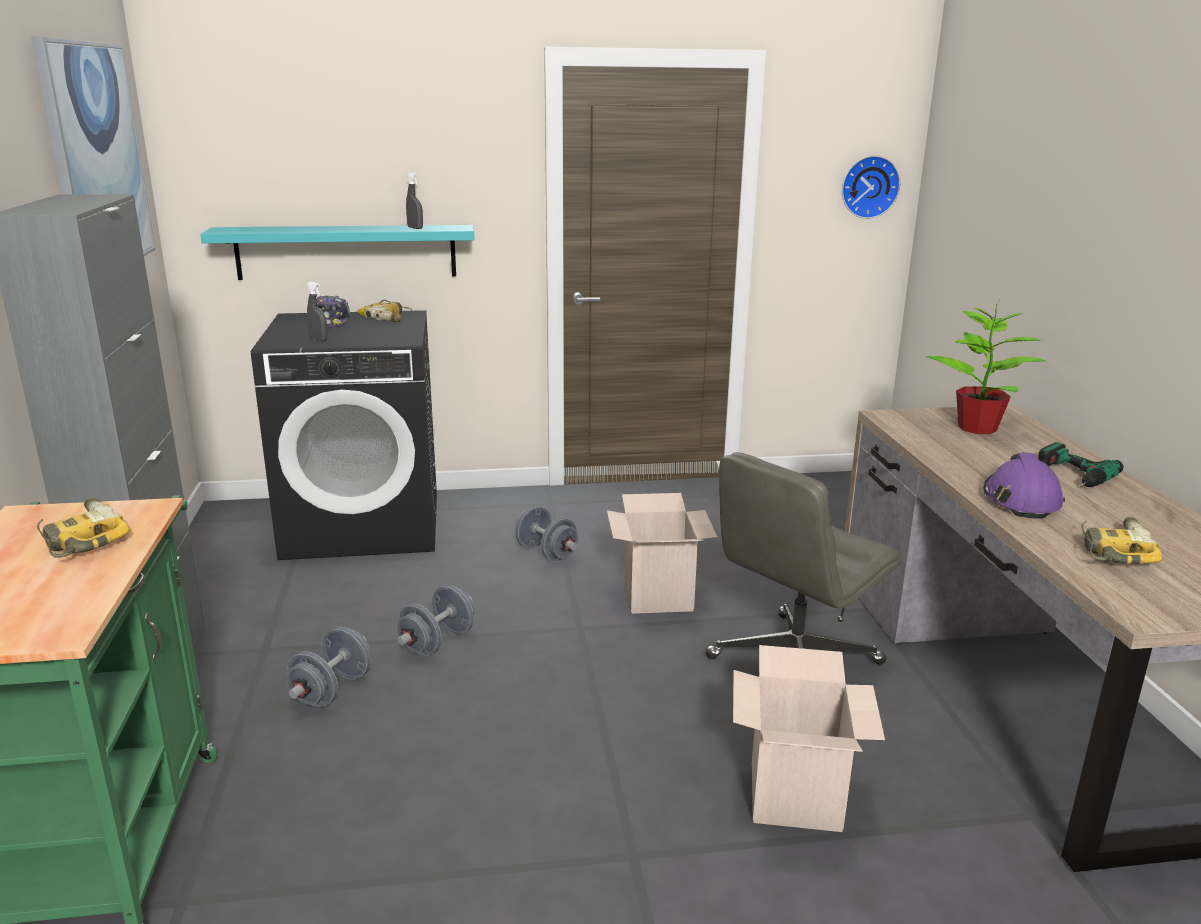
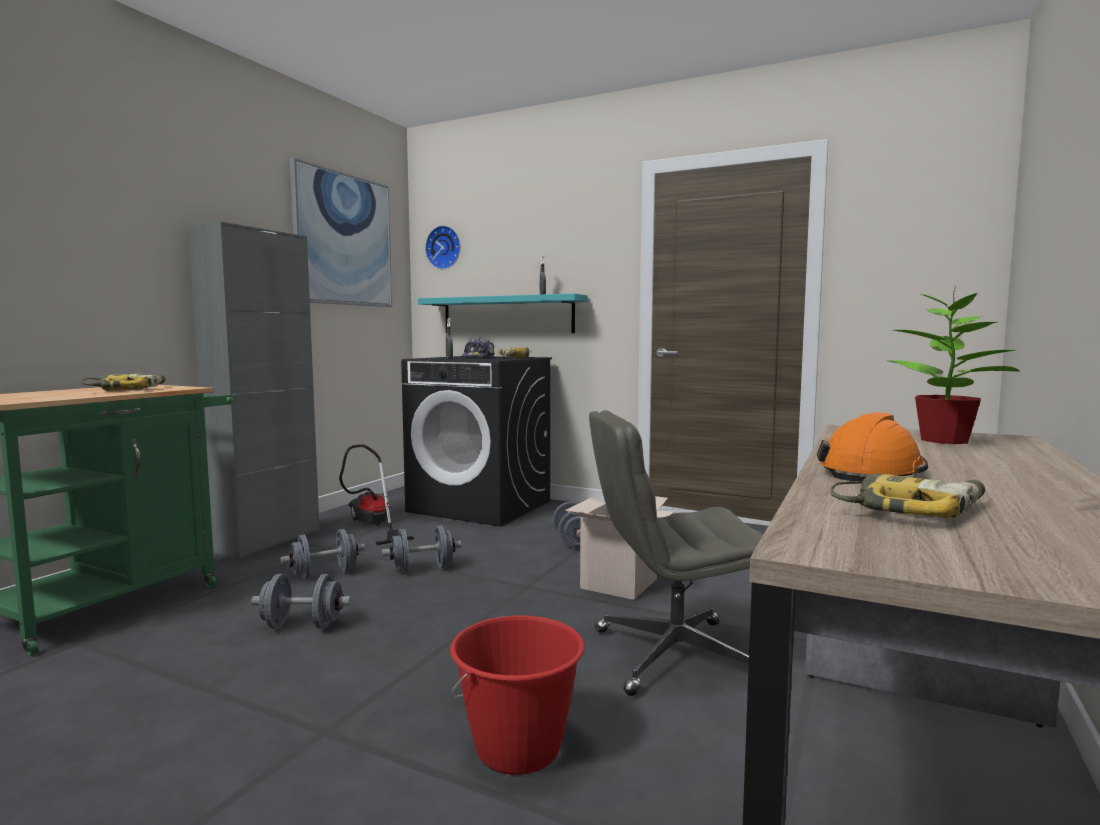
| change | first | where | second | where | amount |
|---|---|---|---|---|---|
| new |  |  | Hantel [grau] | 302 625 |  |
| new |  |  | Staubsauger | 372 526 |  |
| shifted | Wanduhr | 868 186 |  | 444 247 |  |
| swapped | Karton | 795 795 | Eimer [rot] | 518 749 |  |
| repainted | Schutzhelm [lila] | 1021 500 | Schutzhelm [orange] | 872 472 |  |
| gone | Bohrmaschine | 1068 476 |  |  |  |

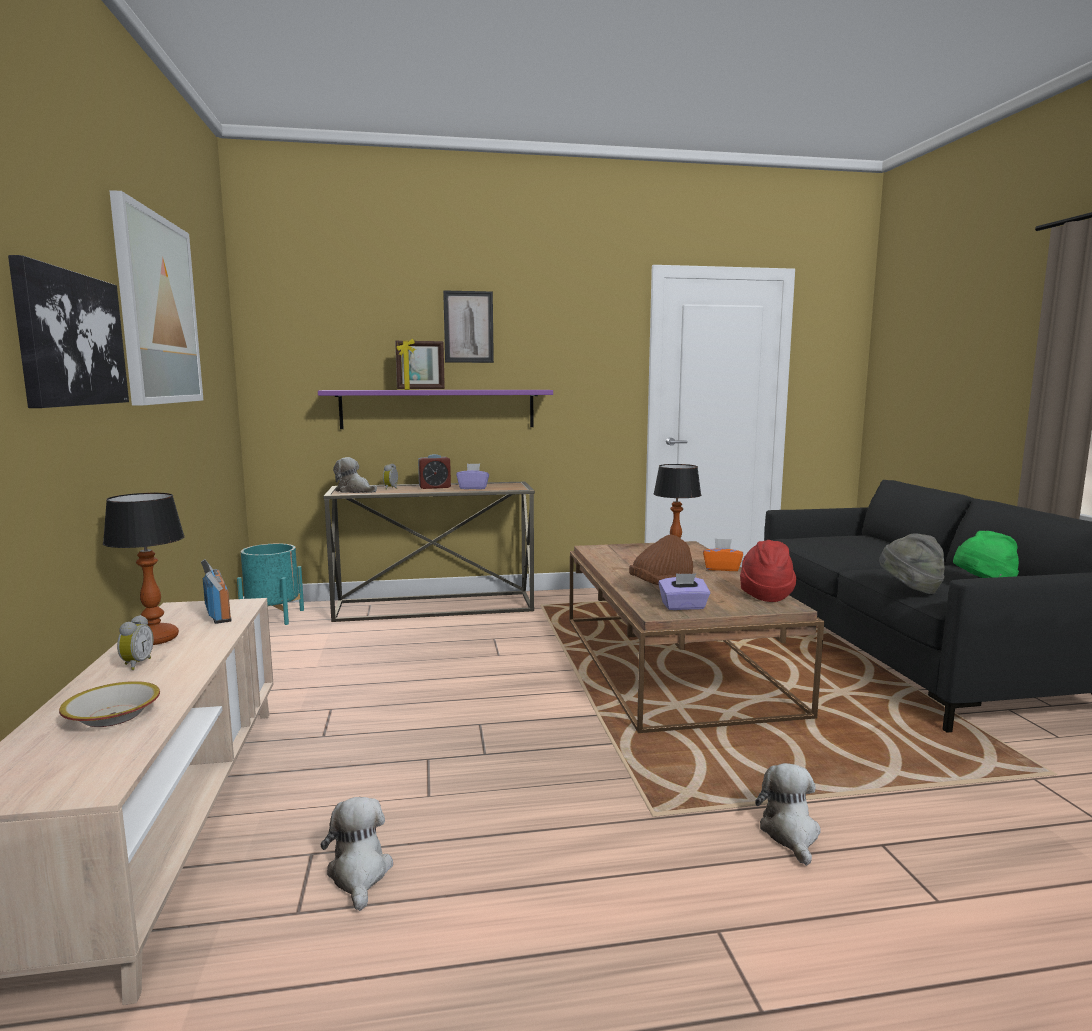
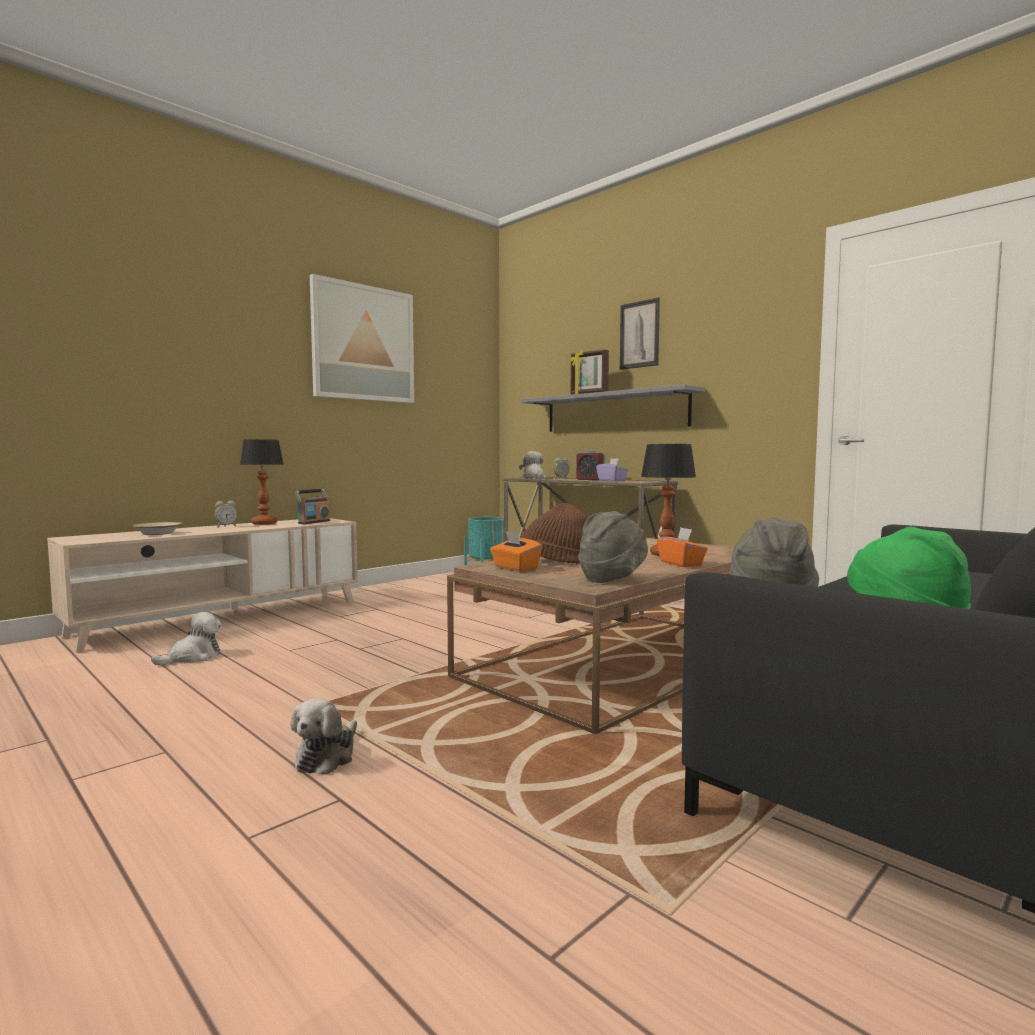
| change | first | where | second | where | amount |
|---|---|---|---|---|---|
| rotated | Plüschtier | 790 833 |  | 327 756 | 135 degrees clockwise |
| repainted | Taschentuchbox [lila] | 683 607 | Taschentuchbox [orange] | 515 568 |  |
| repainted | Wandregal [lila] | 438 409 | Wandregal [grau] | 614 412 |  |
| repainted | Hut [rot] | 765 595 | Hut [grau] | 612 579 |  |
| gone | Bild | 70 339 |  |  |  |

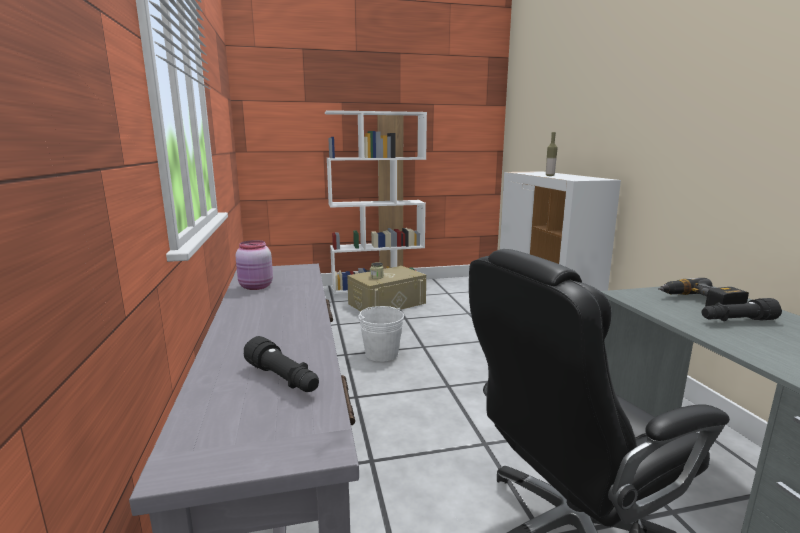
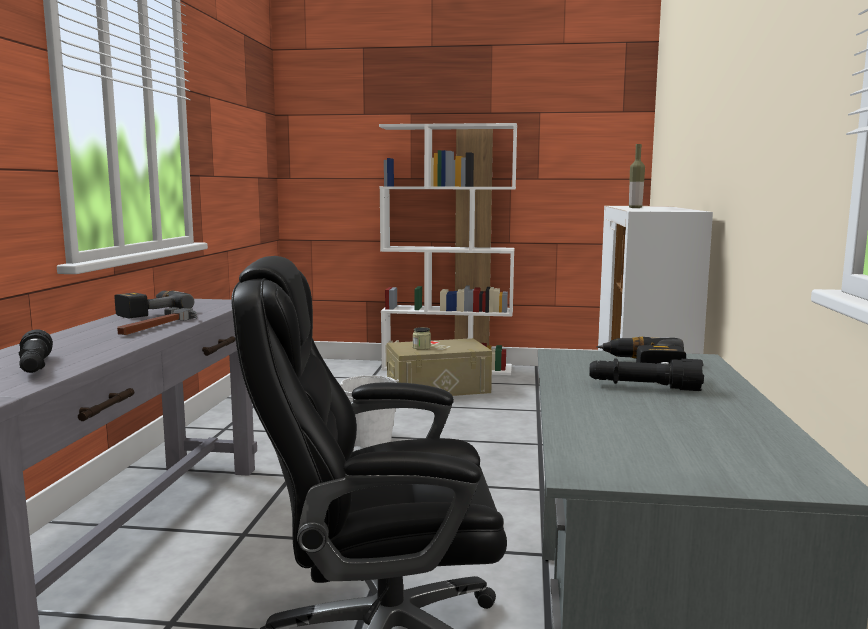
| change | first | where | second | where | amount |
|---|---|---|---|---|---|
| swapped | Vorratsglas [rosa] | 256 287 | Bohrmaschine | 150 312 |  |
| new |  |  | Hammer | 157 326 |  |

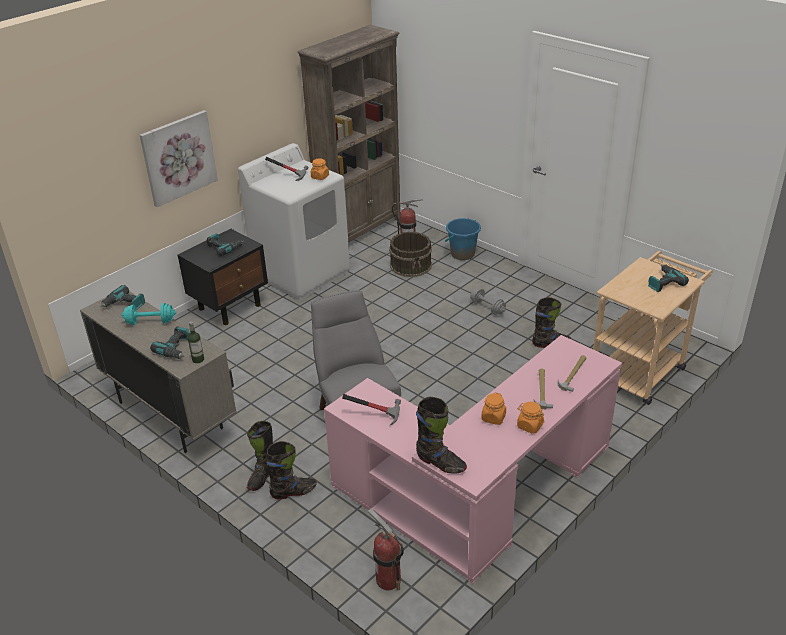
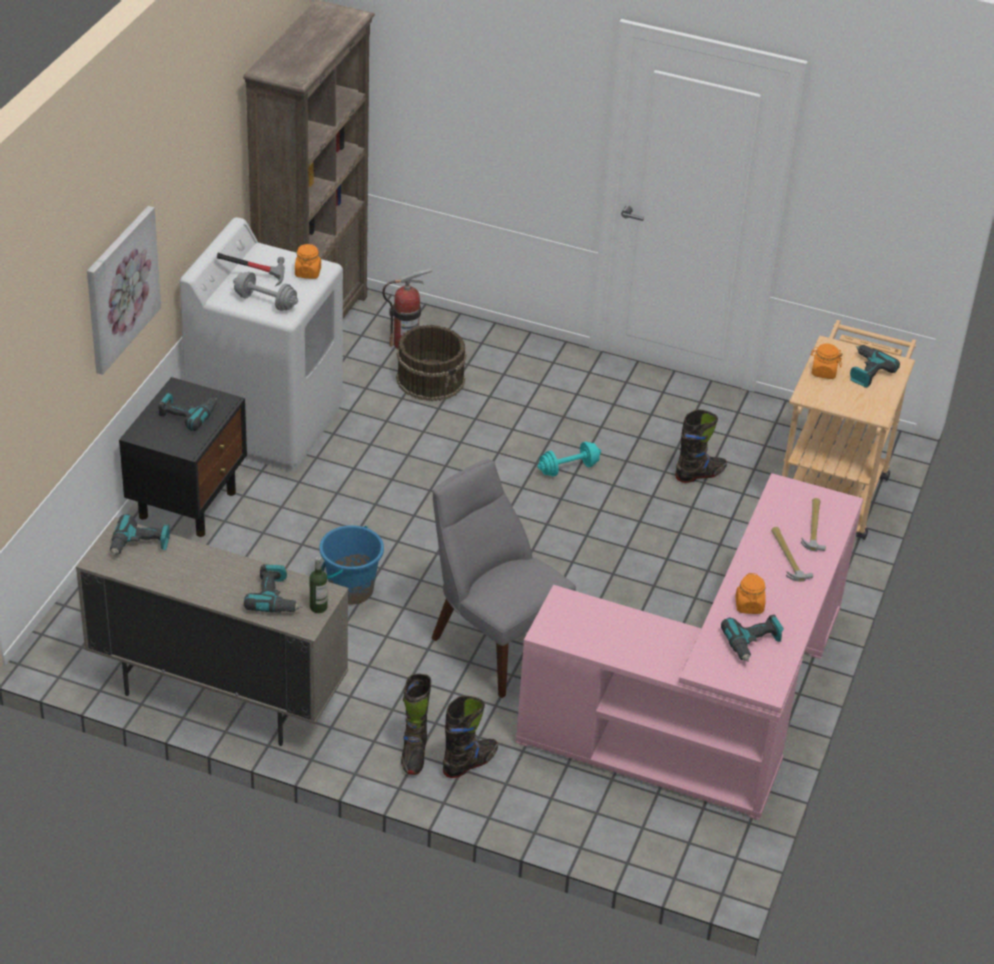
| change | first | where | second | where | amount |
|---|---|---|---|---|---|
| shifted | Hantel [grau] | 487 308 |  | 265 302 |  |
| shifted | Eimer [blau] | 462 254 |  | 351 590 |  |
| shifted | Hantel [türkis] | 150 322 |  | 568 468 |  |
| new |  |  | Bohrmaschine | 753 644 |  |
| shifted | Vorratsglas [orange] | 529 426 |  | 823 372 |  |
| gone | Hammer | 376 413 |  |  |  |
| gone | Feuerlöscher | 388 580 |  |  |  |
| gone | Stiefel [schwarz] | 440 463 |  |  |  |

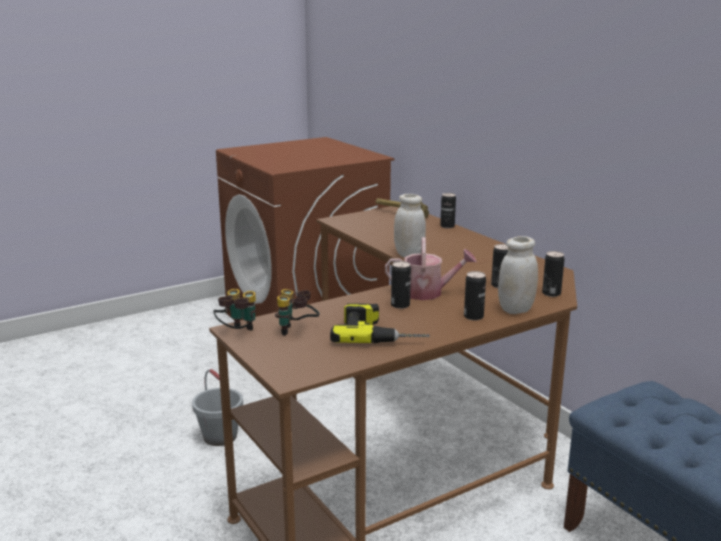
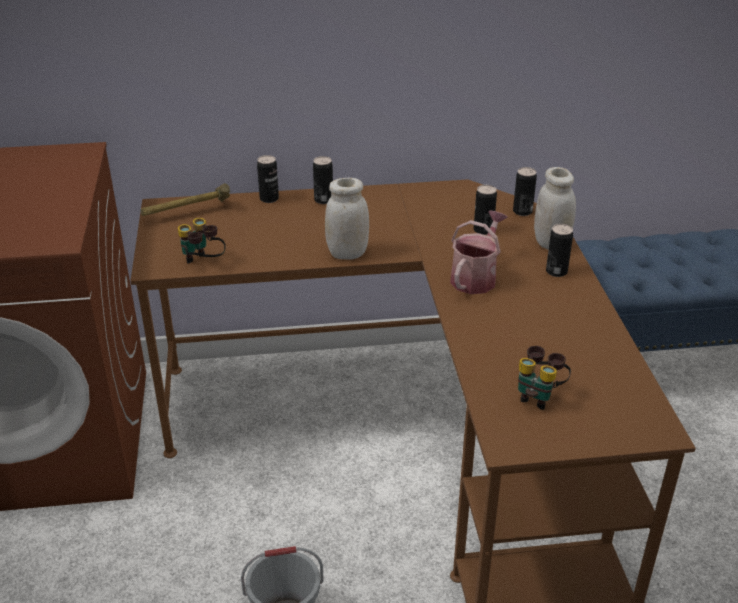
| change | first | where | second | where | amount |
|---|---|---|---|---|---|
| shifted | Fernglas | 238 333 |  | 203 263 |  |
| shifted | Dose | 400 305 |  | 323 200 |  |
| gone | Bohrmaschine | 380 332 |  |  |  |

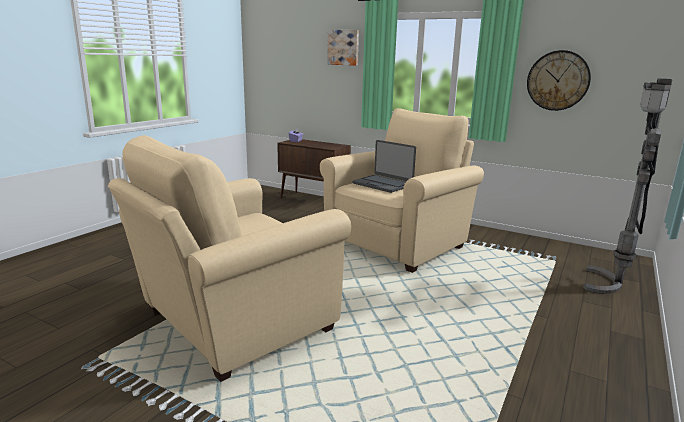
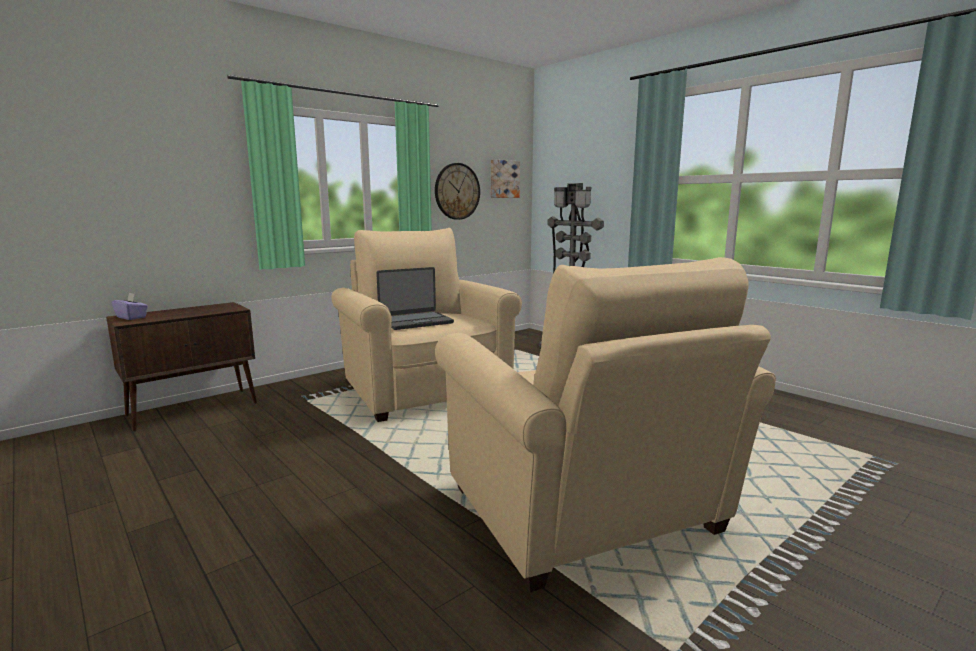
| change | first | where | second | where | amount |
|---|---|---|---|---|---|
| shifted | Bild | 343 47 |  | 503 179 |  |

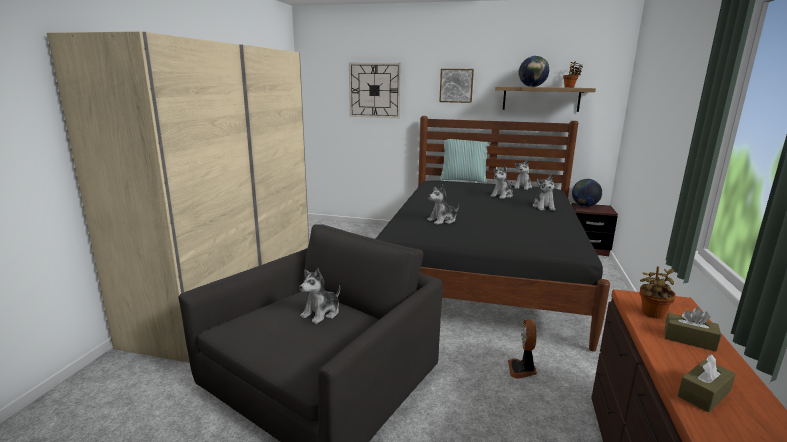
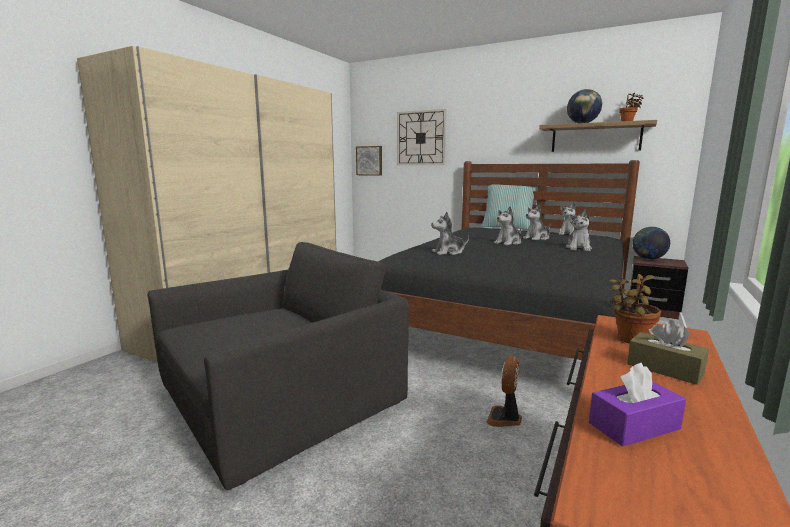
| change | first | where | second | where | amount |
|---|---|---|---|---|---|
| shifted | Bild | 456 85 |  | 369 160 |  |
| shifted | Plüschtier | 321 313 |  | 508 243 |  |
| repainted | Taschentuchbox [braun] | 703 394 | Taschentuchbox [lila] | 634 426 |  |

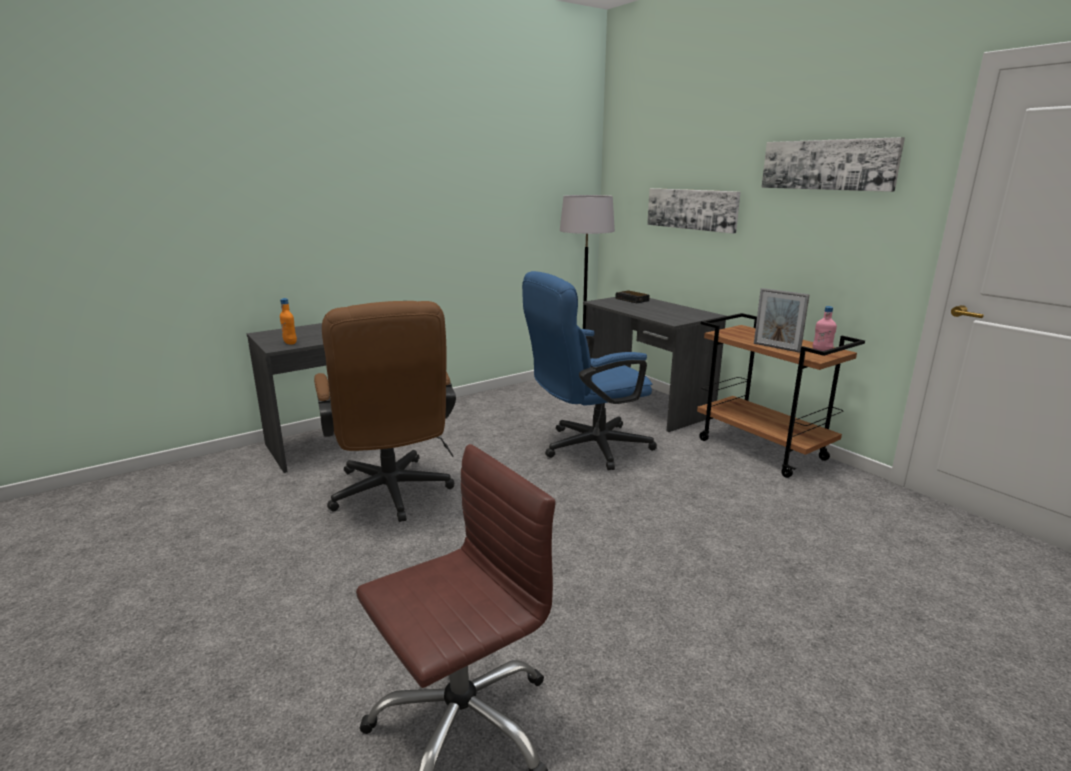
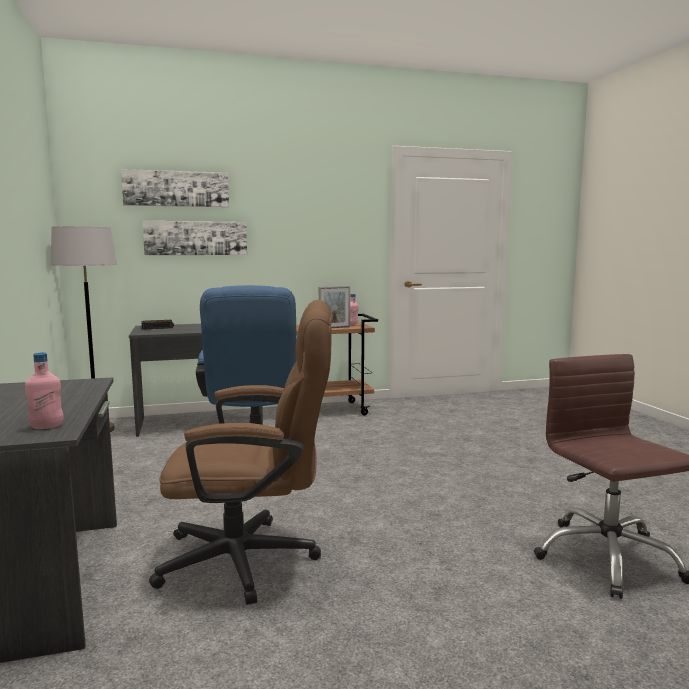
| change | first | where | second | where | amount |
|---|---|---|---|---|---|
| repainted | Flasche [orange] | 290 343 | Flasche [rosa] | 46 427 |  |
| shifted | Bild | 828 165 |  | 176 189 |  |

